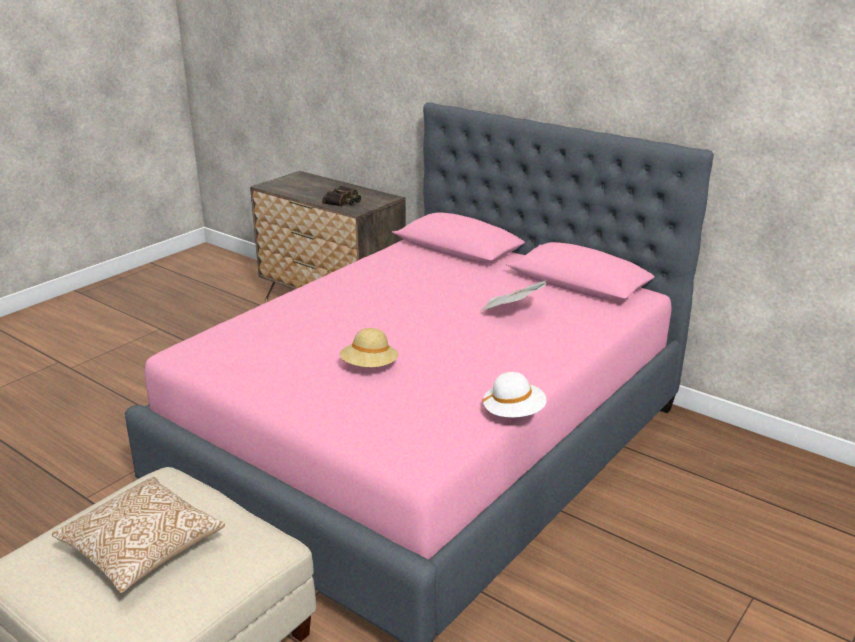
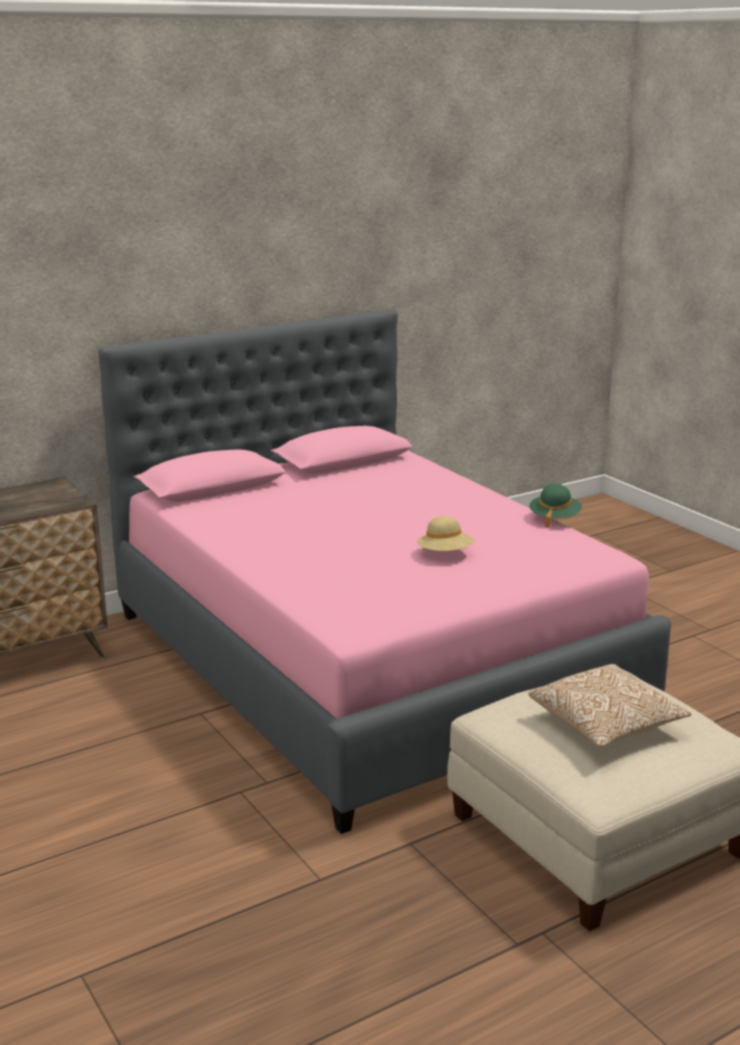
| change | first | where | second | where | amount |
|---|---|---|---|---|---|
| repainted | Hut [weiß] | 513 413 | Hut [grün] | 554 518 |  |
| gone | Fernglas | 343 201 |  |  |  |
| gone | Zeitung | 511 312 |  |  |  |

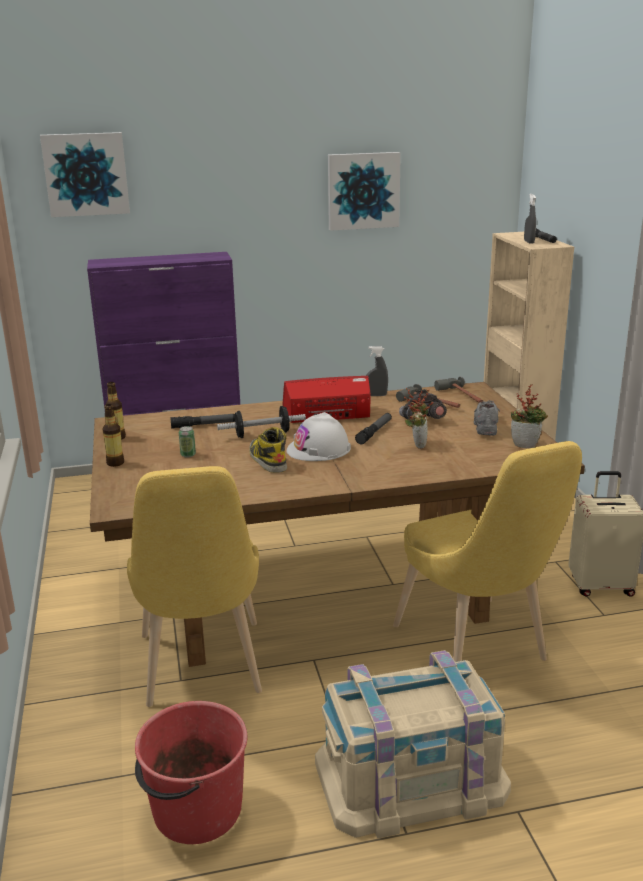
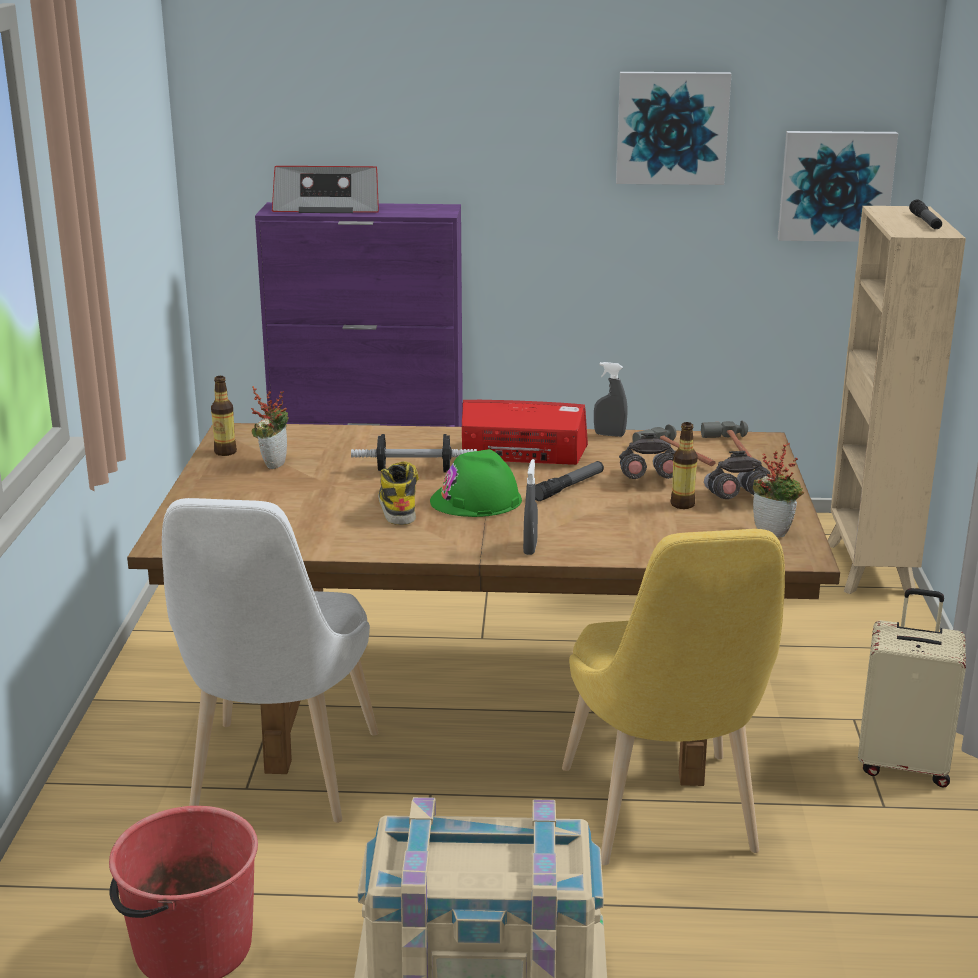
| change | first | where | second | where | amount |
|---|---|---|---|---|---|
| repainted | Stuhl [gelb] | 202 670 | Stuhl [weiß] | 279 781 |  |
| shifted | Topfpflanze | 417 444 |  | 273 463 |  |
| new |  |  | Radio | 328 207 |  |
| repainted | Schutzhelm [weiß] | 319 449 | Schutzhelm [grün] | 476 500 |  |
| shifted | Sprühflasche [grau] | 529 242 |  | 530 548 |  |
| shifted | Flasche | 115 463 |  | 682 504 |  |
| swapped | Schuh [grau] | 486 426 | Fernglas [grau] | 735 498 |  |
| shifted | Bild | 86 174 |  | 835 186 |  |
| gone | Taschenlampe | 203 425 |  |  |  |
| gone | Dose | 188 455 |  |  |  |

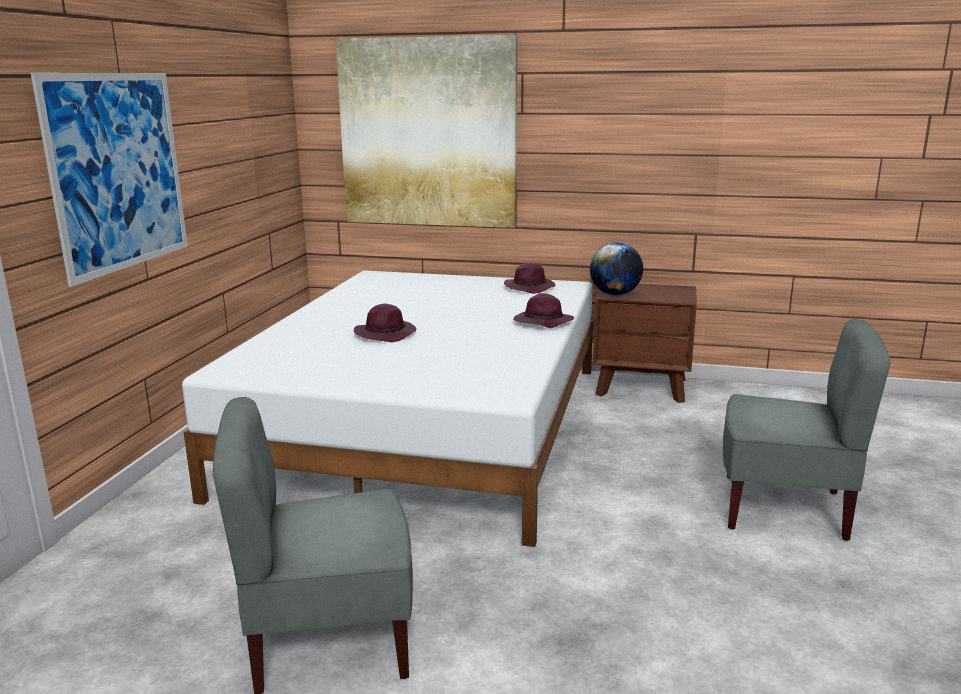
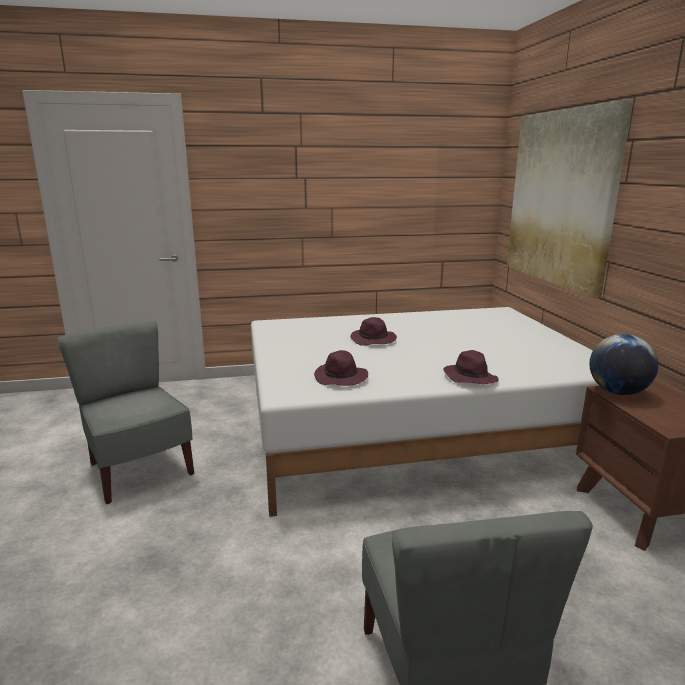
| change | first | where | second | where | amount |
|---|---|---|---|---|---|
| shifted | Hut [lila] | 530 287 |  | 341 378 |  |
| gone | Bild | 119 172 |  |  |  |

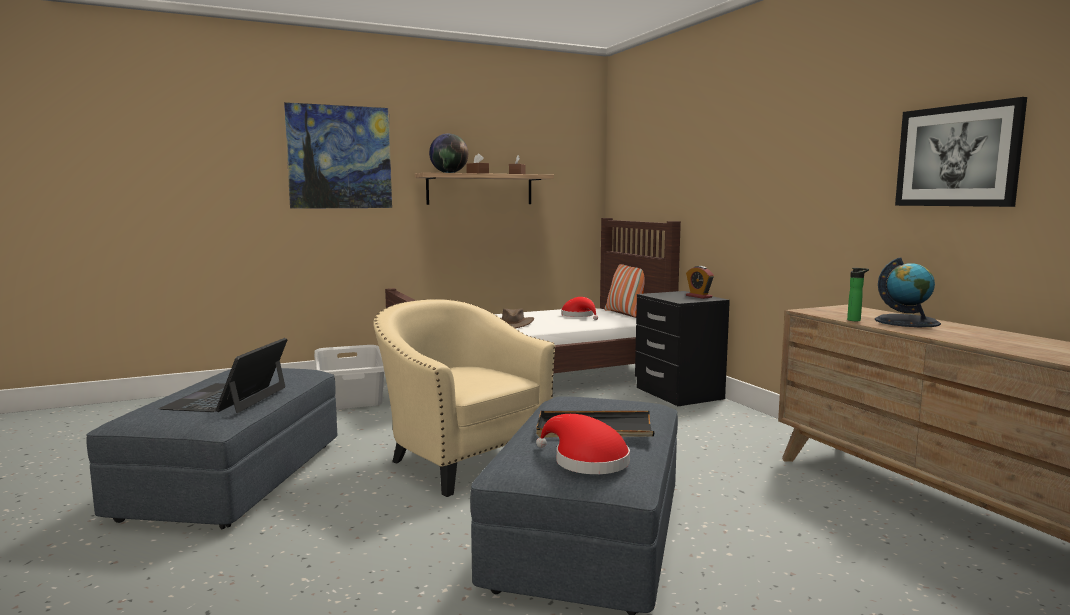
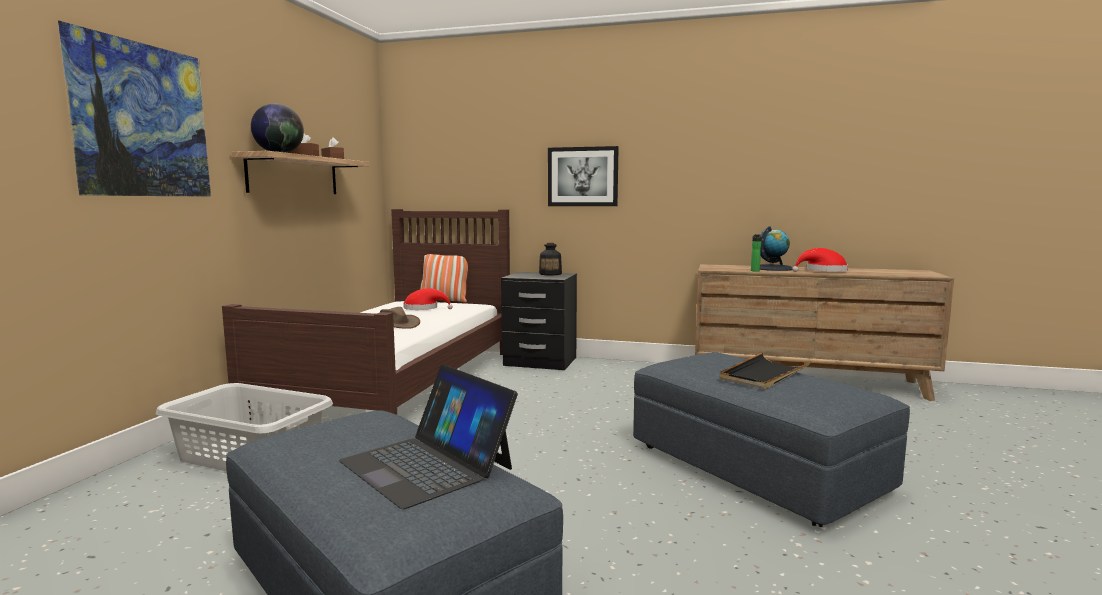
| change | first | where | second | where | amount |
|---|---|---|---|---|---|
| swapped | Wecker | 698 296 | Flasche | 550 274 |  |
| shifted | Bild | 957 156 |  | 582 176 |  |
| shifted | Hut [rot] | 586 461 |  | 823 271 |  |
| gone | Sessel [beige] | 460 460 |  |  |  |

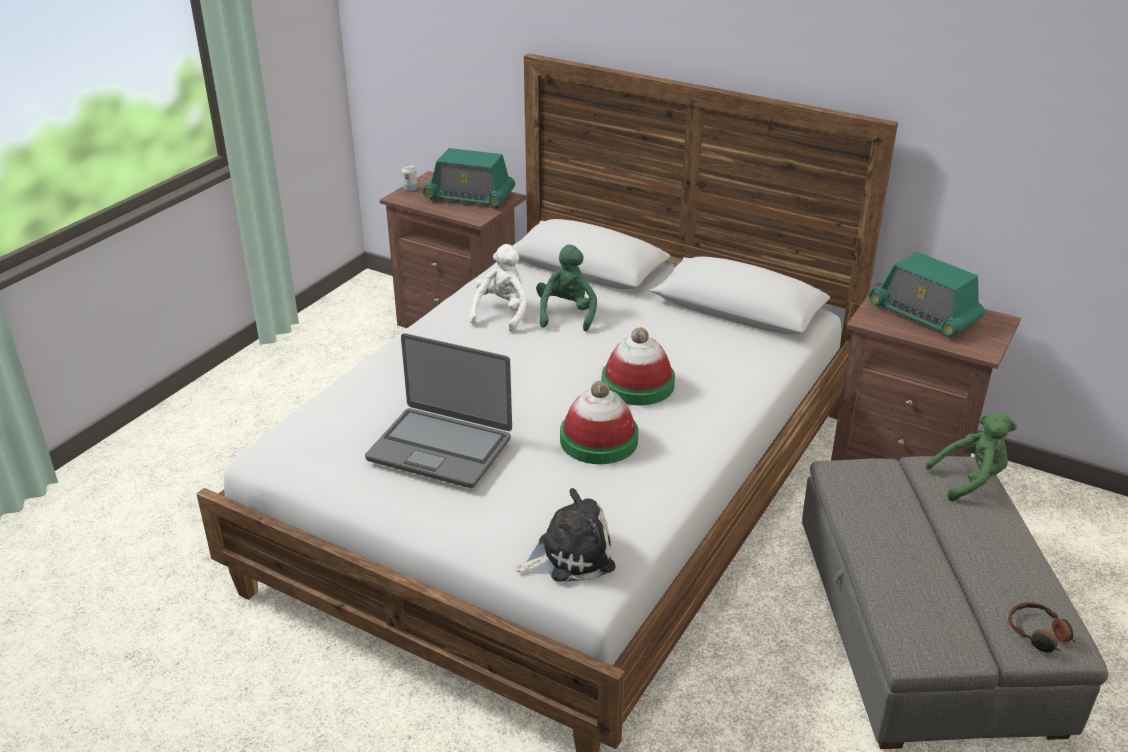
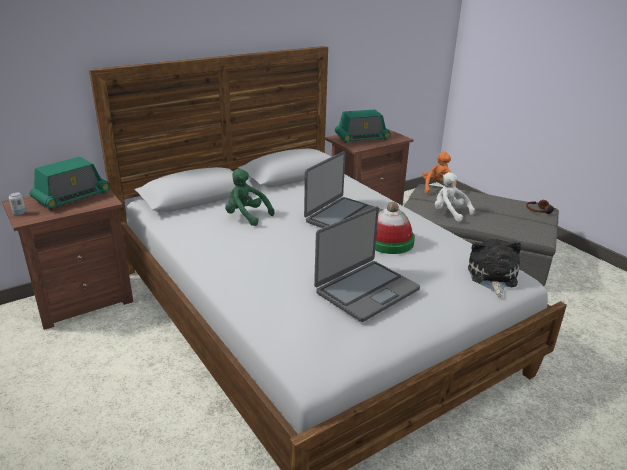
| change | first | where | second | where | amount |
|---|---|---|---|---|---|
| swapped | Hut | 637 384 | Laptop | 343 217 |  |
| repainted | Plüschtier [grün] | 970 480 | Plüschtier [orange] | 438 189 |  |
| shifted | Plüschtier [weiß] | 502 313 |  | 449 213 |  |

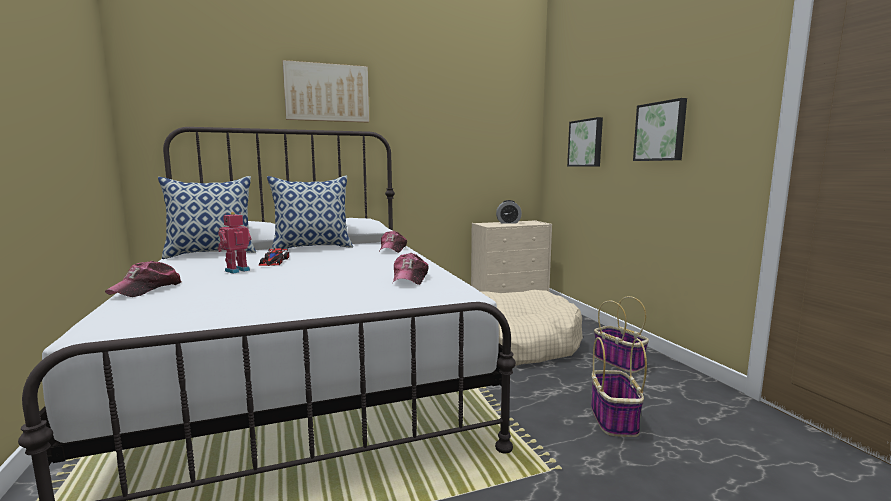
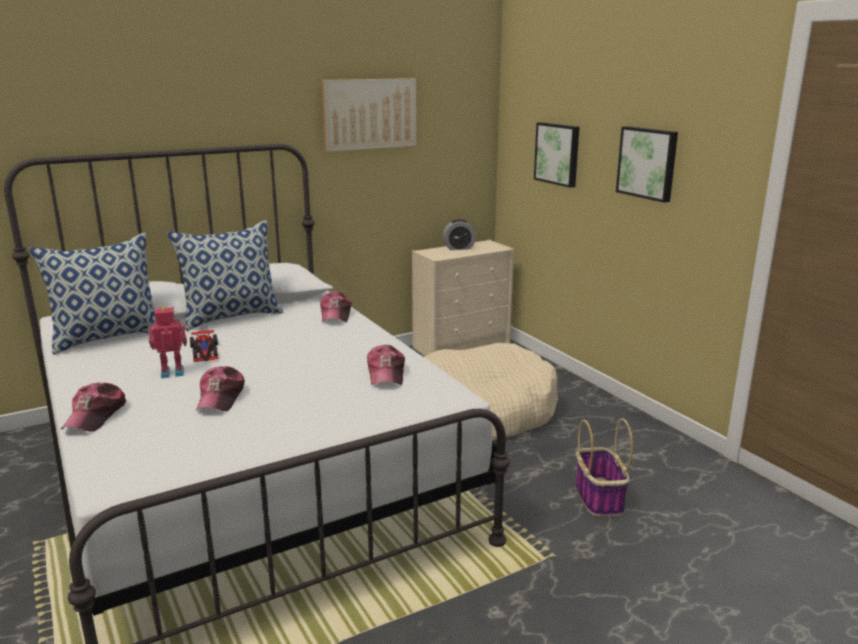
| change | first | where | second | where | amount |
|---|---|---|---|---|---|
| rotated | Spielzeugroboter | 236 270 |  | 172 372 | 45 degrees clockwise |
| new |  |  | Kappe | 221 398 |  |
| shifted | Bild | 327 93 |  | 369 114 |  |
| gone | Korb | 619 362 |  |  |  |

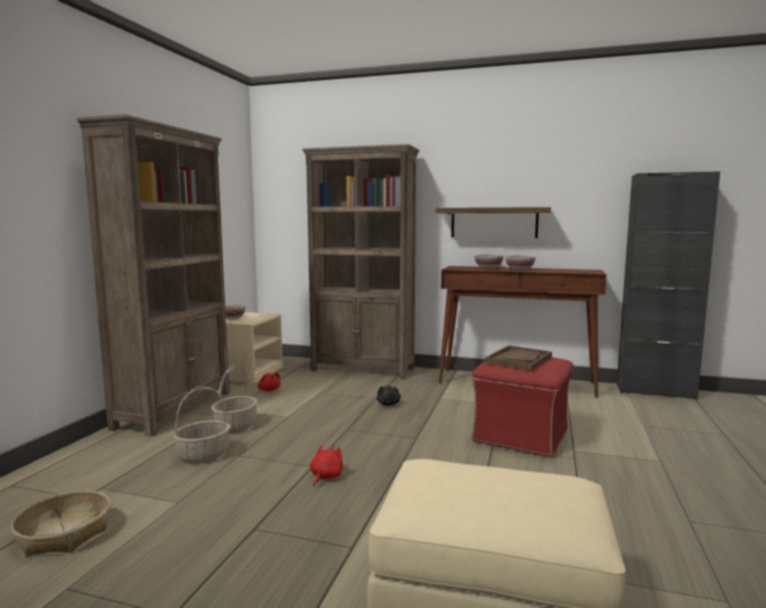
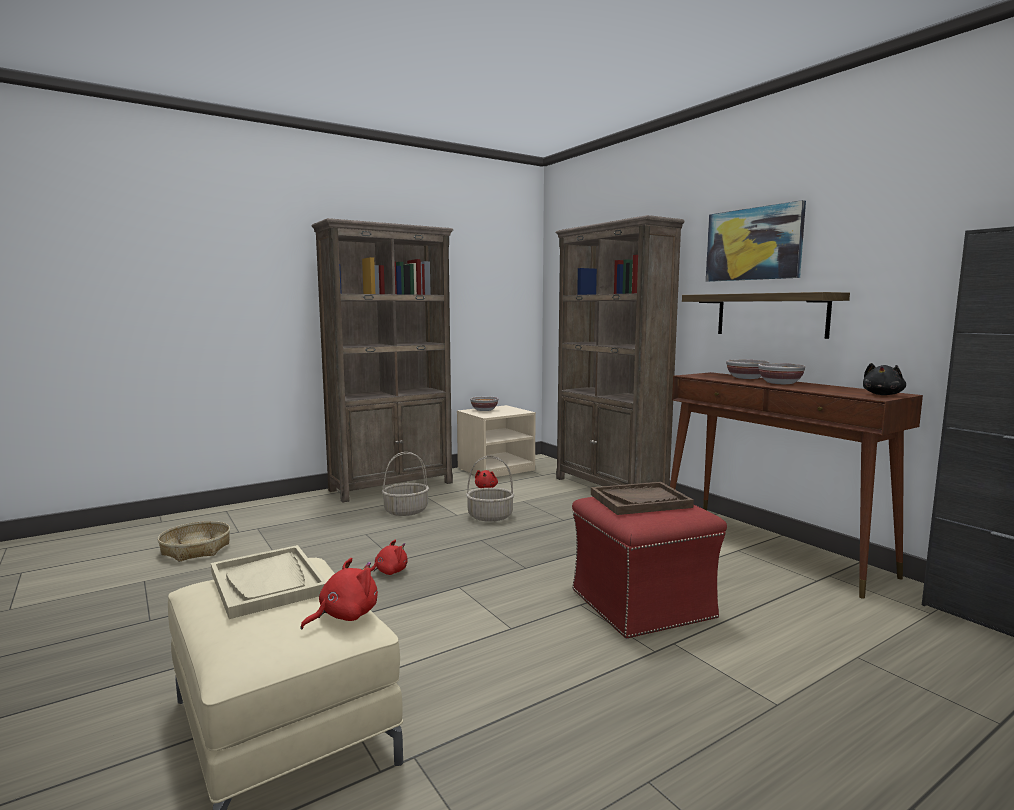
| change | first | where | second | where | amount |
|---|---|---|---|---|---|
| new |  |  | Tablett [beige] | 268 583 |  |
| new |  |  | Plüschtier [rot] | 344 616 |  |
| shifted | Korb | 204 455 |  | 490 516 |  |
| new |  |  | Bild | 753 244 |  |
| shifted | Plüschtier [schwarz] | 388 404 |  | 883 394 |  |

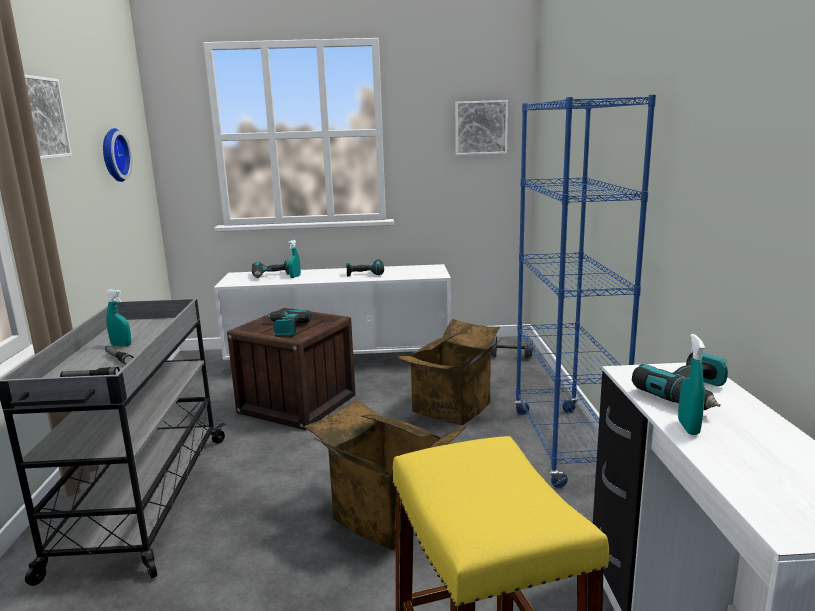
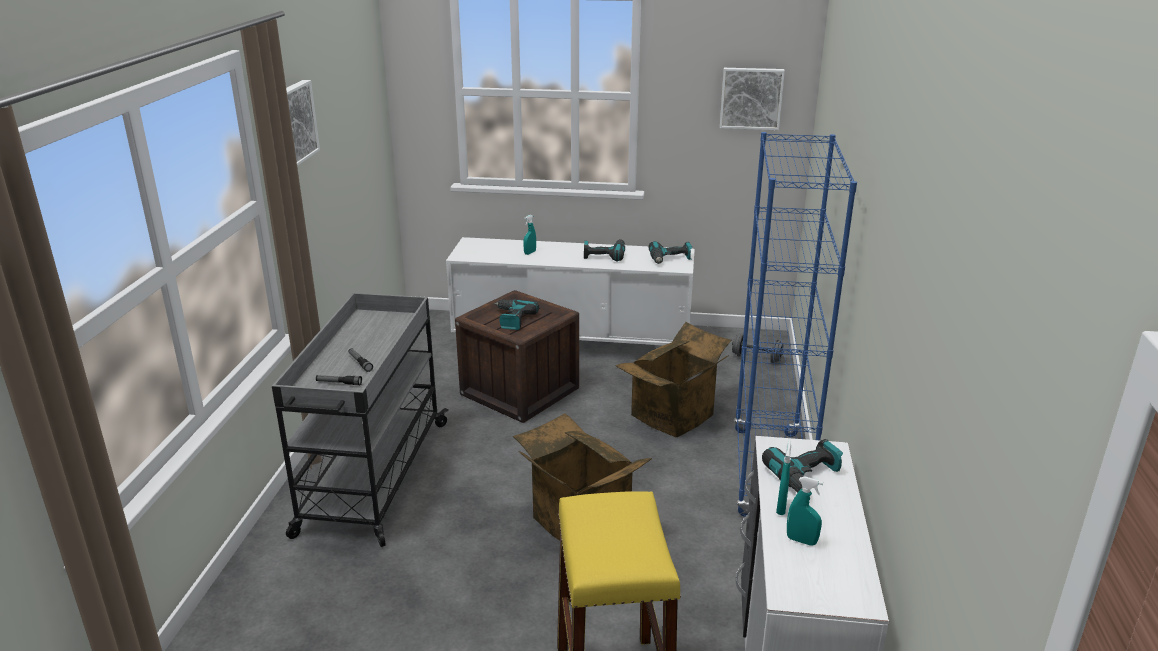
| change | first | where | second | where | amount |
|---|---|---|---|---|---|
| shifted | Bohrmaschine | 271 276 |  | 670 259 |  |
| shifted | Sprühflasche [türkis] | 121 345 |  | 801 540 |  |
| gone | Wanduhr | 112 155 |  |  |  |

